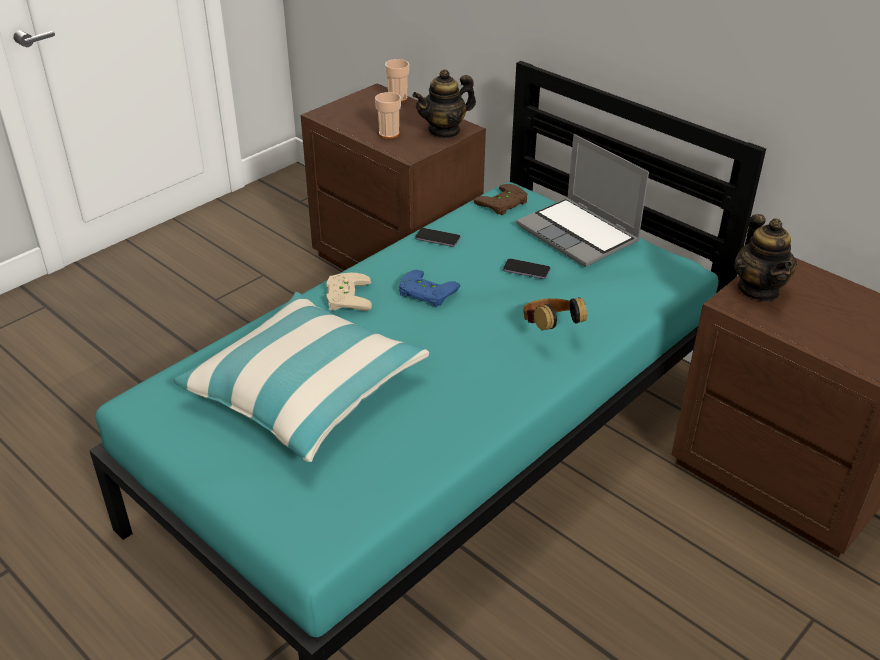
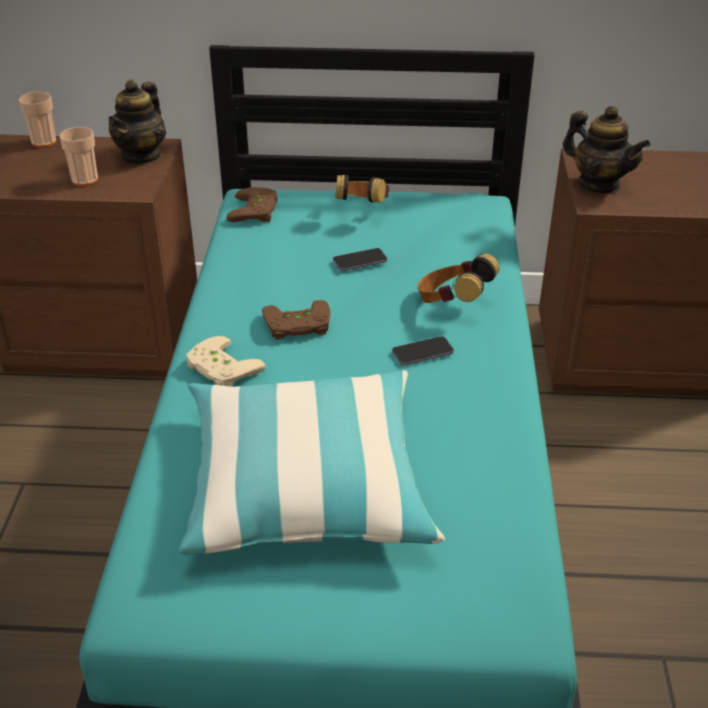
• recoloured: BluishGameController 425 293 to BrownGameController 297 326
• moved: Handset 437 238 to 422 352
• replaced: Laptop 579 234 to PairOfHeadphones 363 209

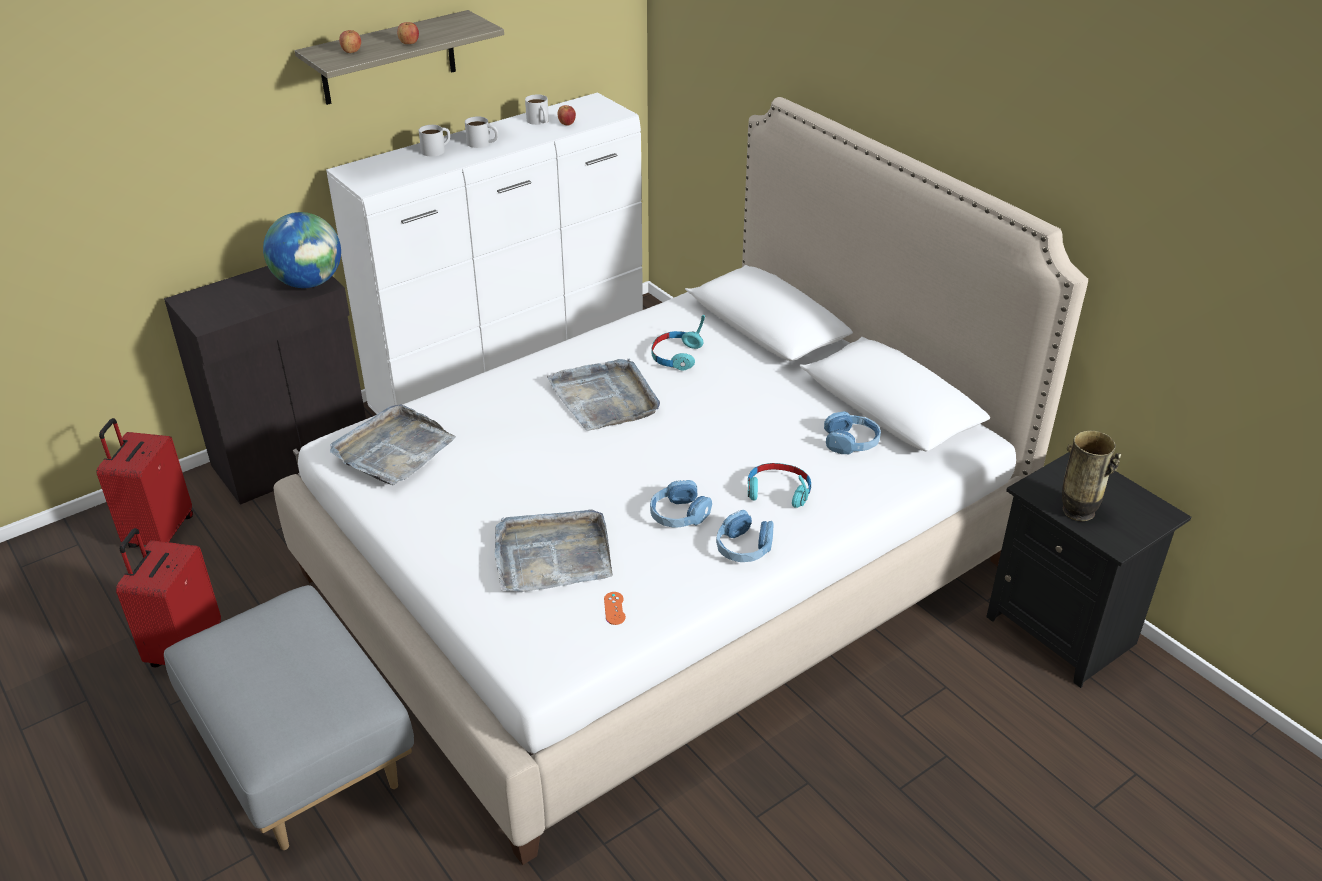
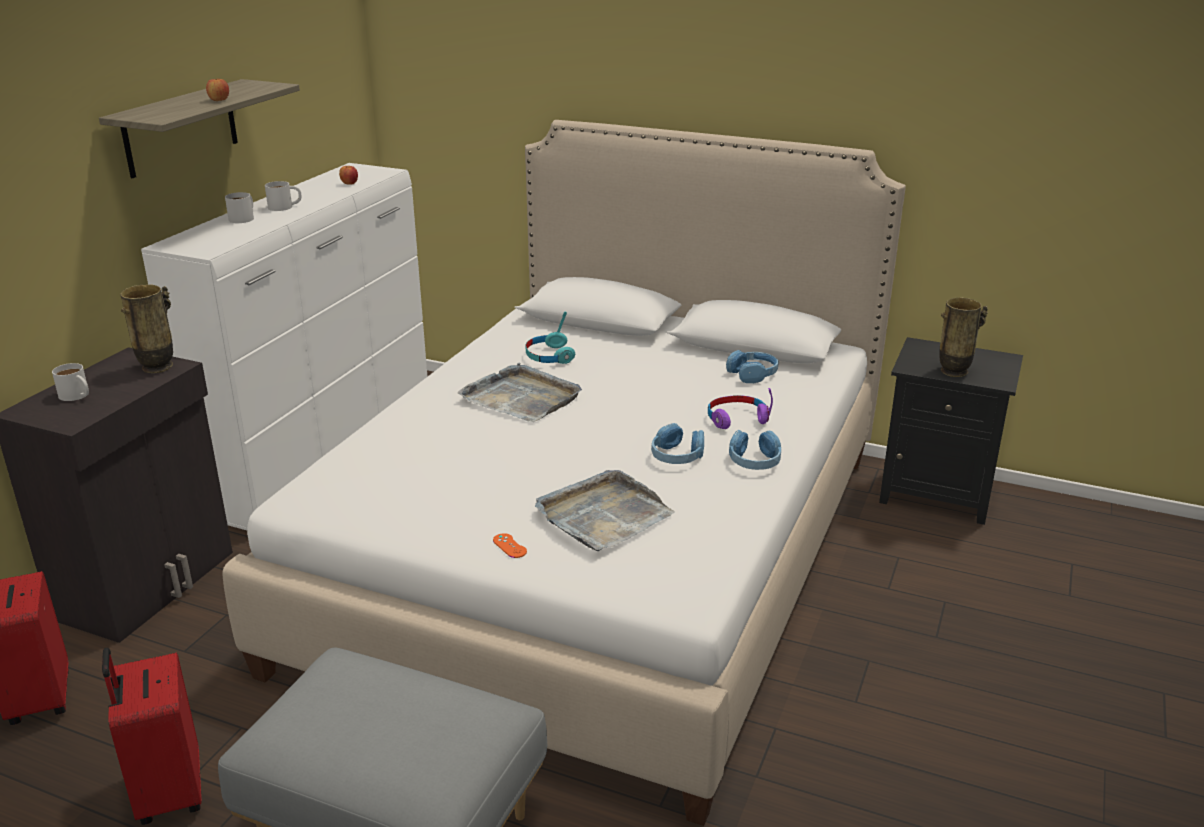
• replaced: Globe 309 283 to Vase 157 367
• removed: GreyCarryingTray 393 450
• removed: WholeApple 351 51
• moved: WhitishCoffeeMug 539 121 to 77 396
• moved: OrangeyGameController 614 608 to 509 546
• recoloured: TurquoisePairOfHeadphones 778 491 to PurplishPairOfHeadphones 736 419

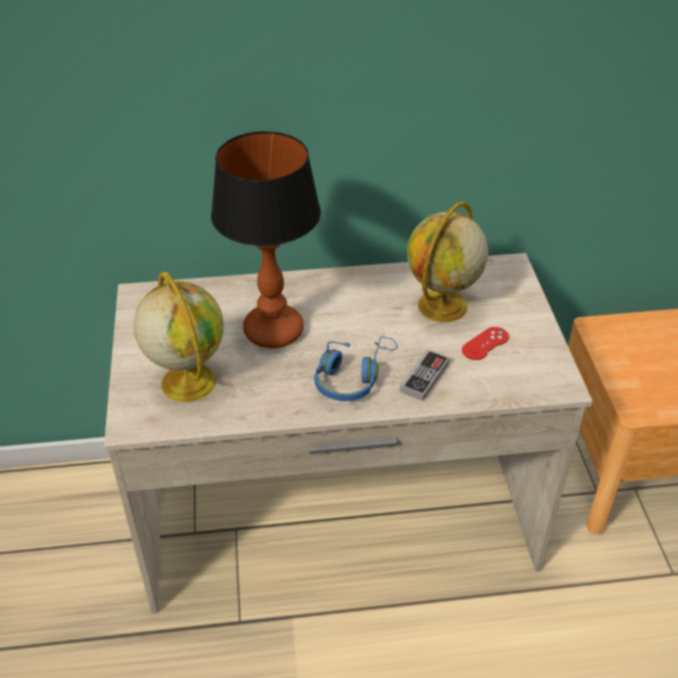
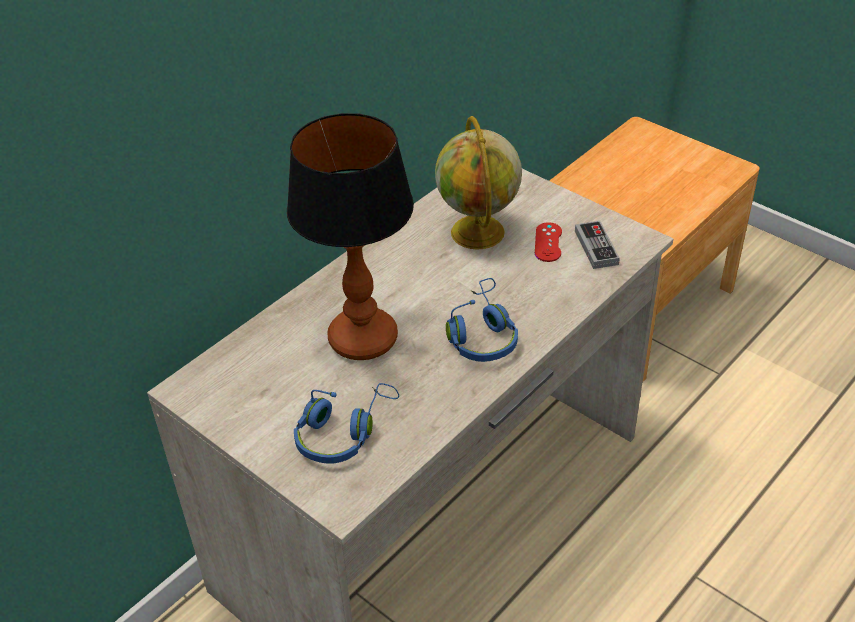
• replaced: Globe 187 381 to BluishPairOfHeadphones 343 432
• moved: GameController 424 377 to 596 247

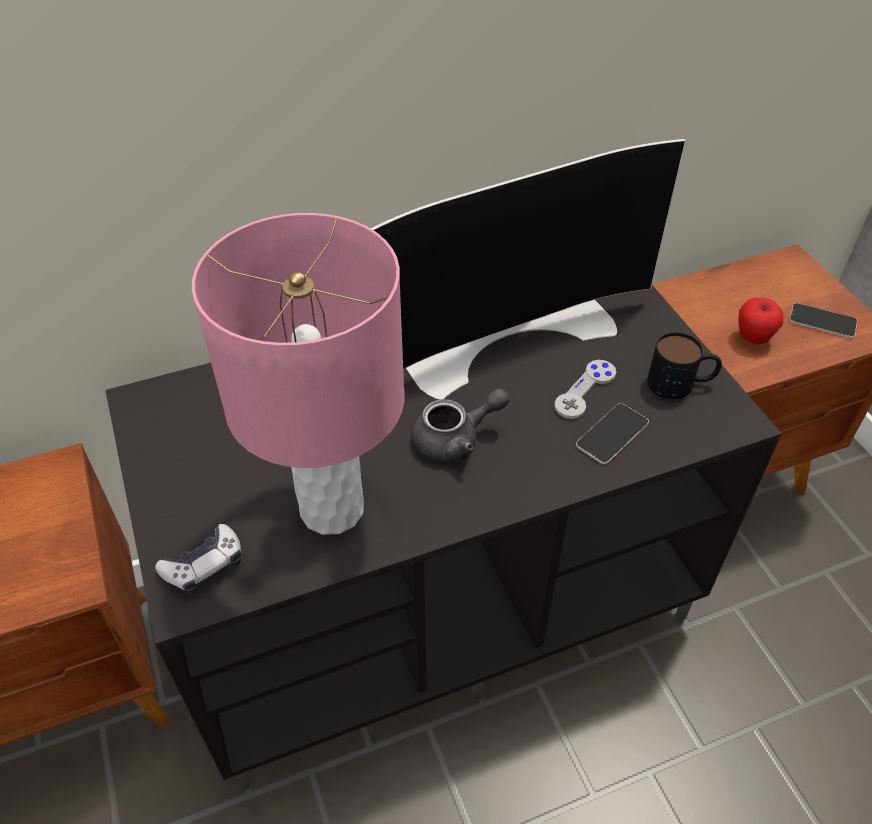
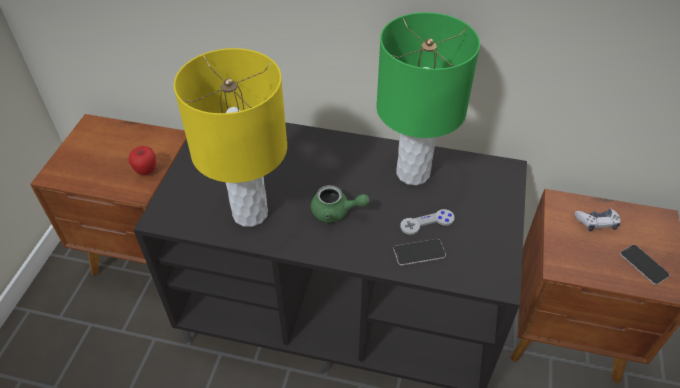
• moved: GameController 204 565 to 596 223
• recoloured: PinkLampForATable 332 508 to YellowColouredLampForATable 250 213
• replaced: Tv 507 334 to GreenColouredLampForATable 413 173
• recoloured: GreyTeapot 455 440 to GreenColouredTeapot 336 212
• removed: CoffeeMug 681 383
• moved: WholeApple 753 338 to 146 171

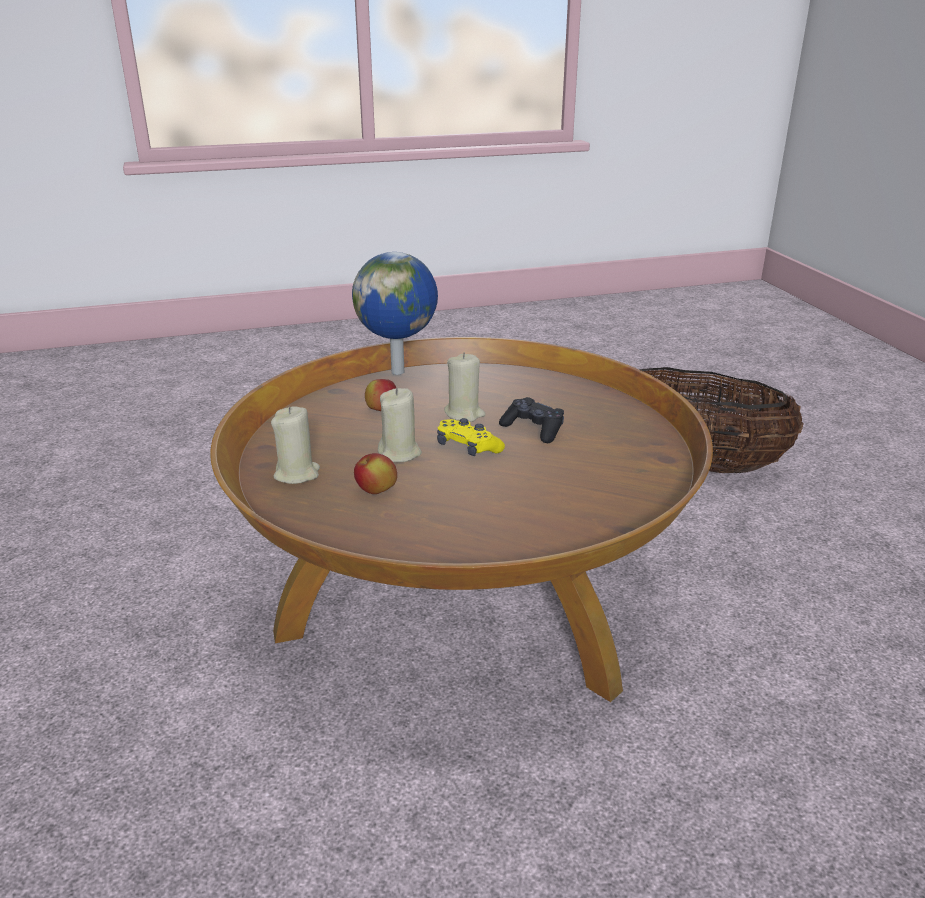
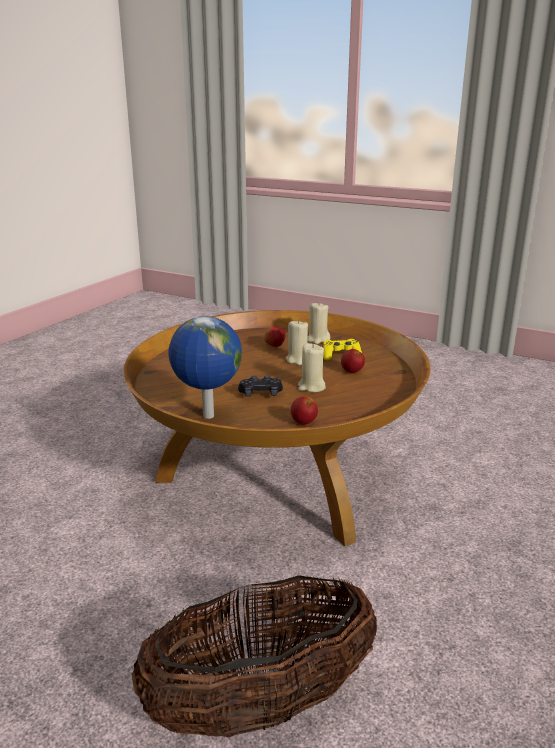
• moved: Globe 399 371 to 207 416
• moved: YellowColouredGameController 468 448 to 341 356
• added: WholeApple 303 422

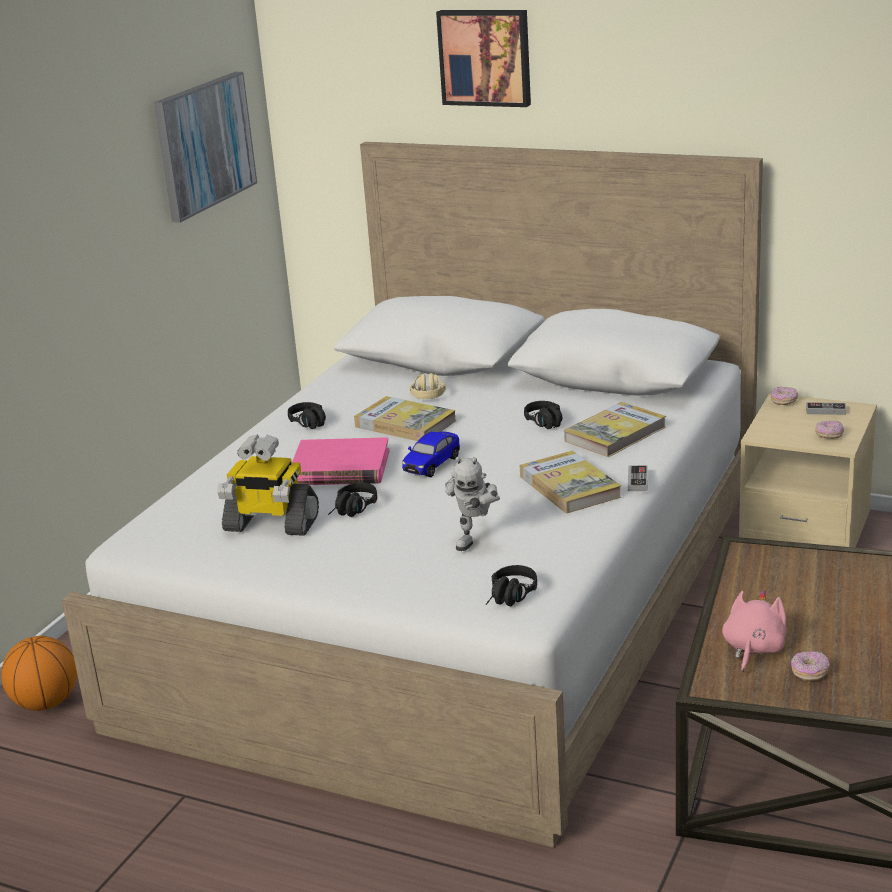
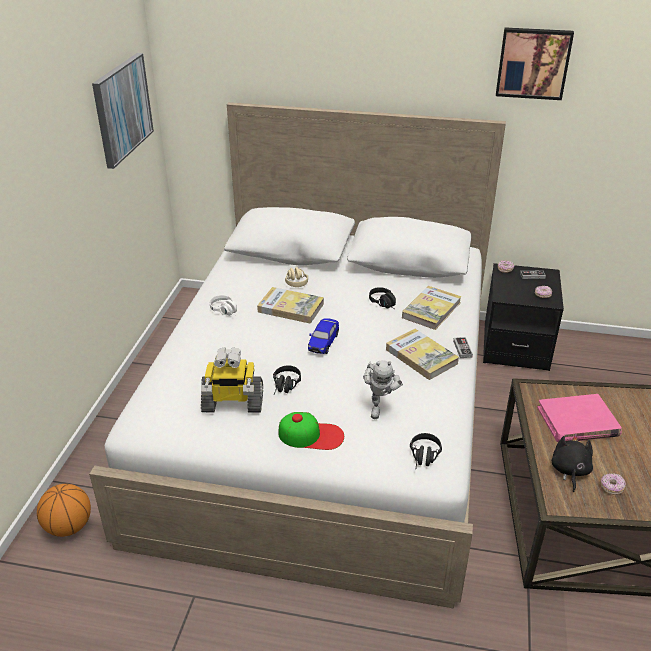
• recoloured: BlackishPairOfHeadphones 311 424 to WhitishPairOfHeadphones 226 311
• moved: PinkBook 340 468 to 577 422
• moved: WallPicture 485 57 to 533 63
• recoloured: PinkCuddlyToy 753 649 to BlackishCuddlyToy 569 471
• recoloured: BeigeNightTable 805 532 to BlackishNightTable 515 346
• added: BaseballCap 311 435

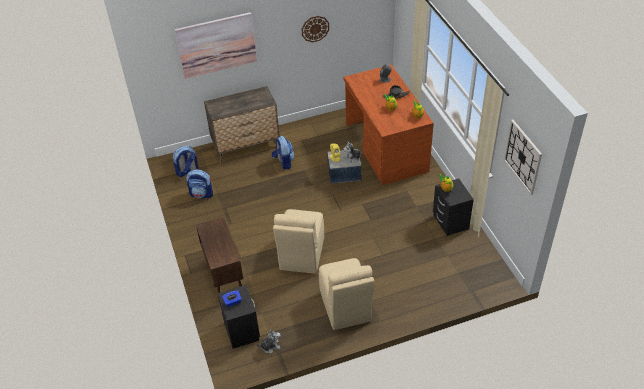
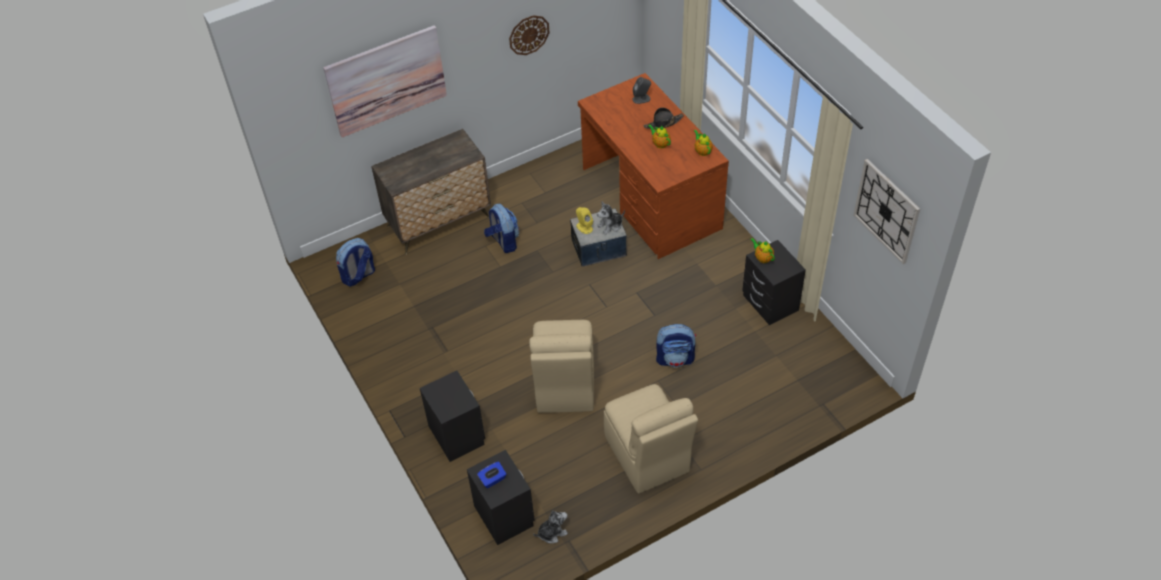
• moved: Backpack 202 194 to 675 358
• replaced: BrownStorageCabinet 224 276 to BlackishNightTable 456 435

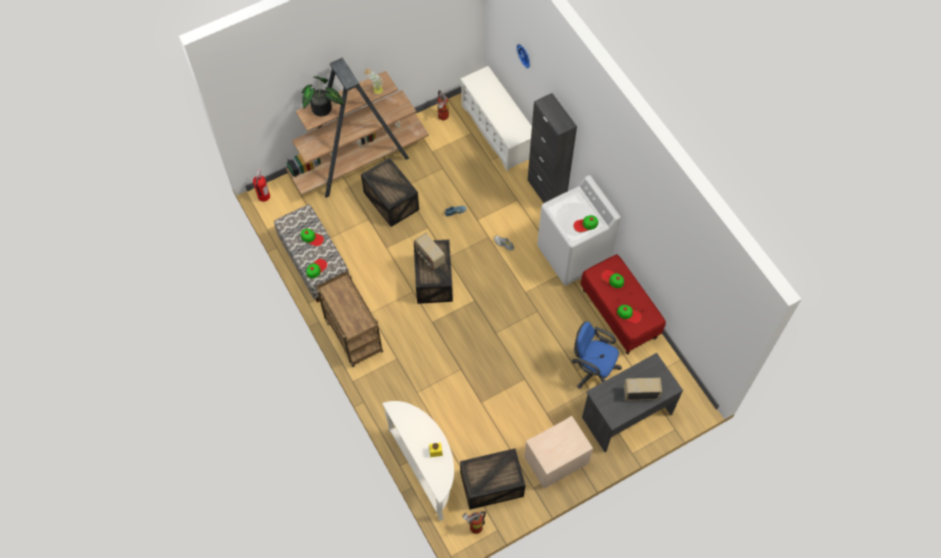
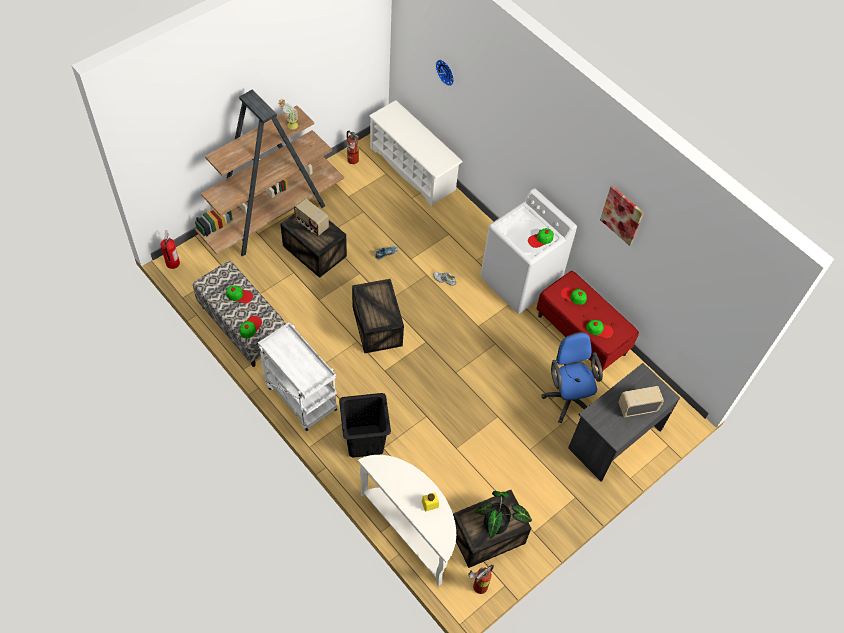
• moved: PlantInAPot 323 110 to 498 525
• recoloured: BrownCart 352 335 to WhitishCart 299 397
• moved: Radio 429 257 to 311 225
• removed: BeigeNightTable 555 460
• removed: BlackishStorageCabinet 546 192
• turned: BluishComputerChair 592 370 = 567 397 60 degrees clockwise
• added: BlackishHamper 365 441
• added: WallPicture 622 215

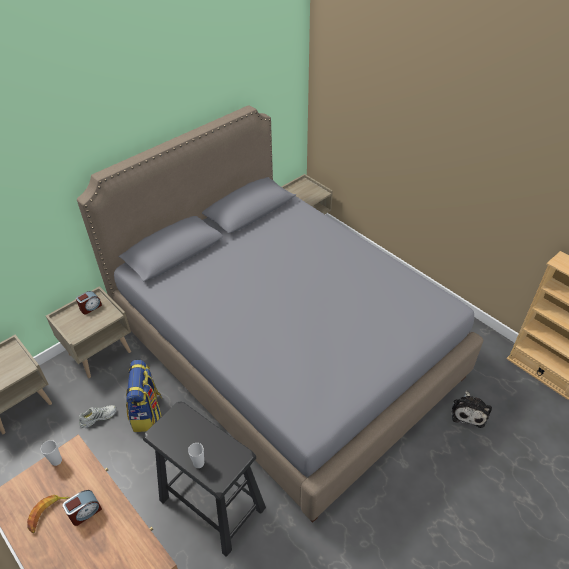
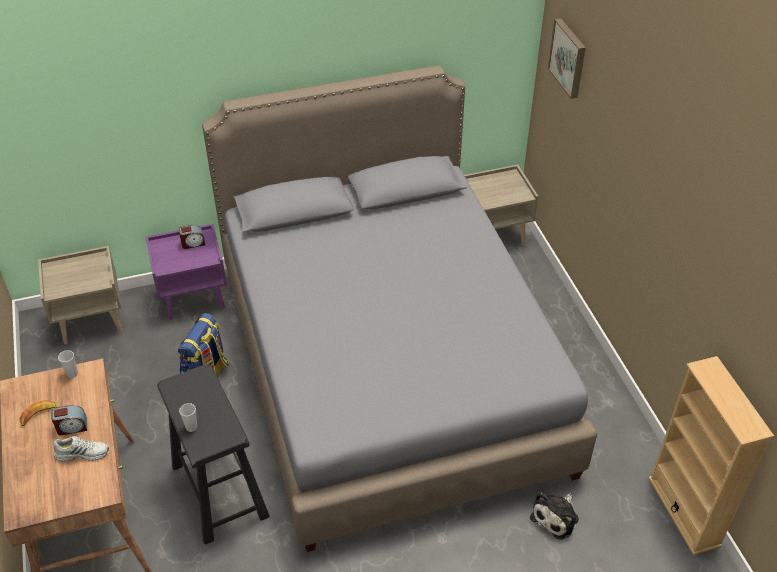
• recoloured: BeigeNightTable 100 352 to PurplishNightTable 194 297
• moved: WhitishItemOfFootwear 98 417 to 82 453
• added: WallPicture 569 58

